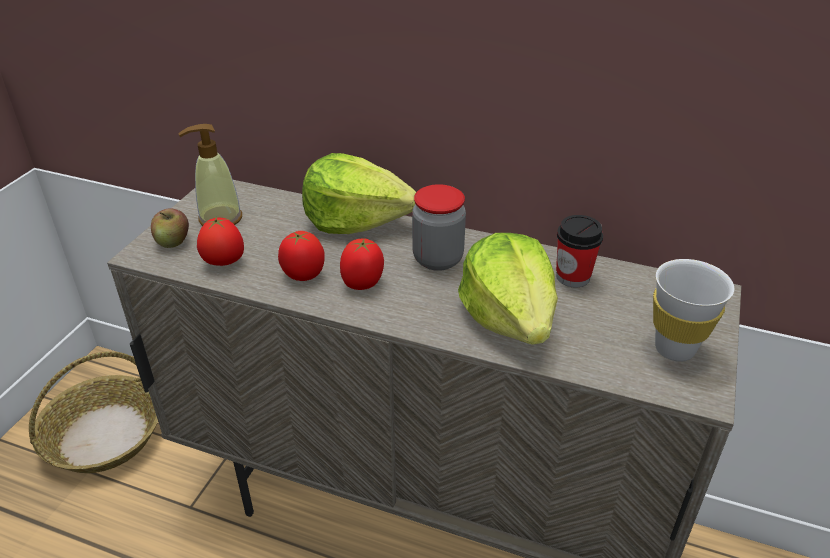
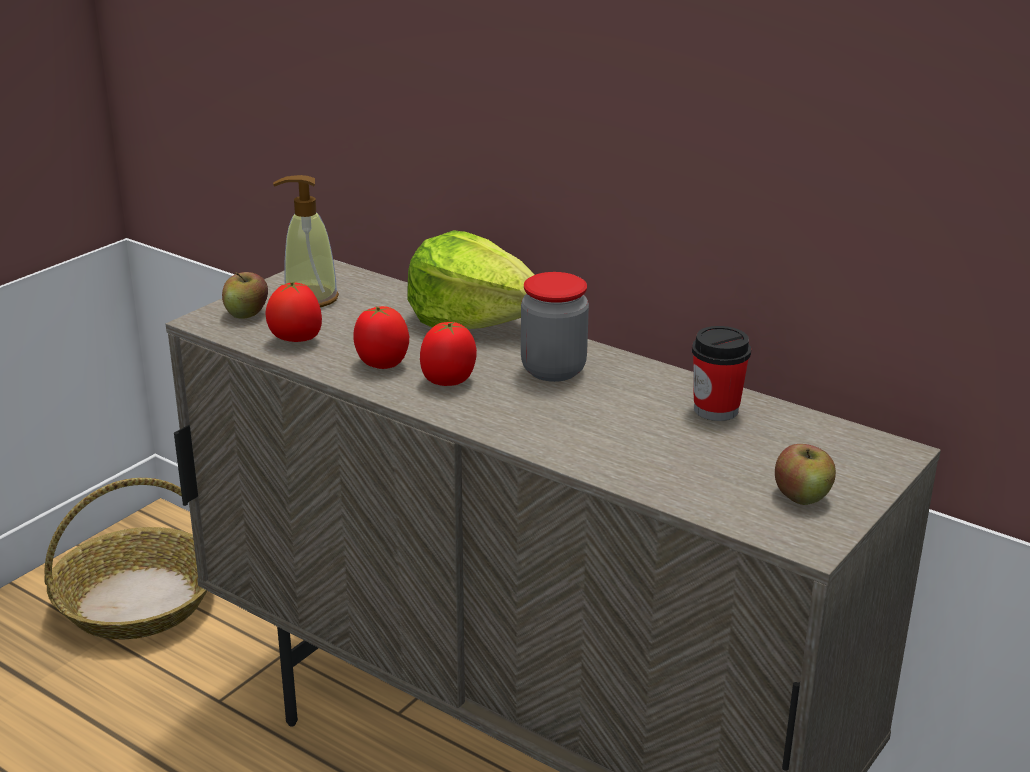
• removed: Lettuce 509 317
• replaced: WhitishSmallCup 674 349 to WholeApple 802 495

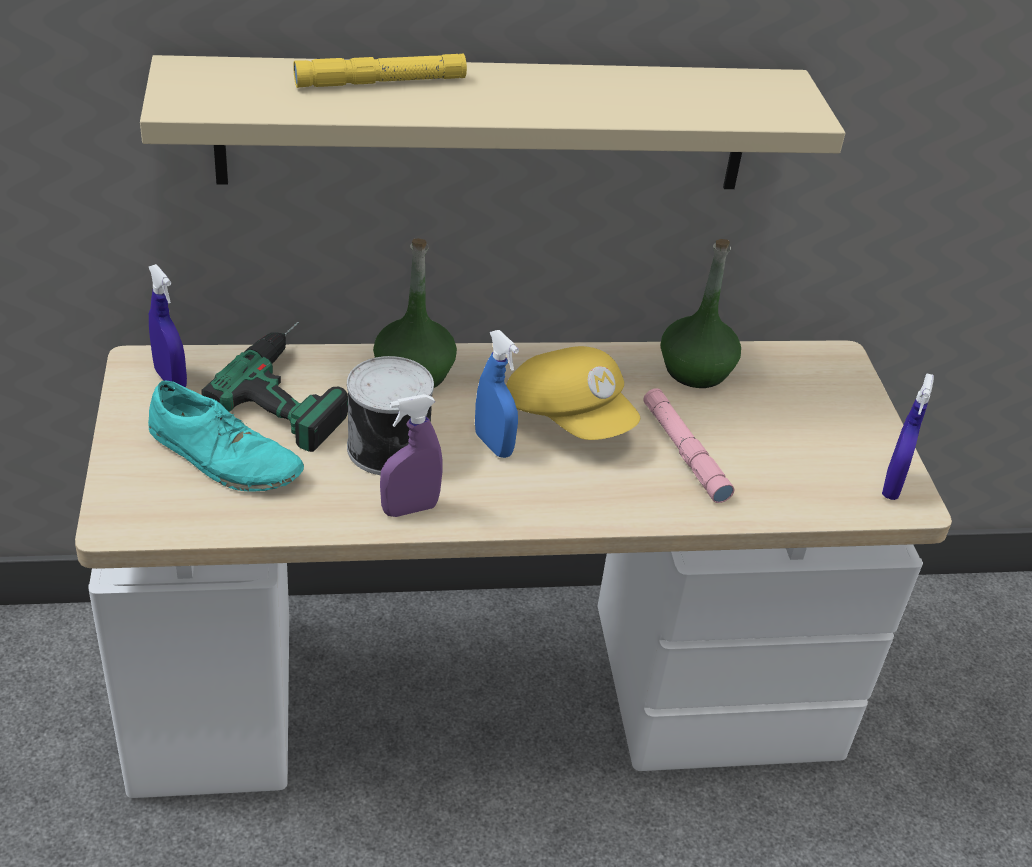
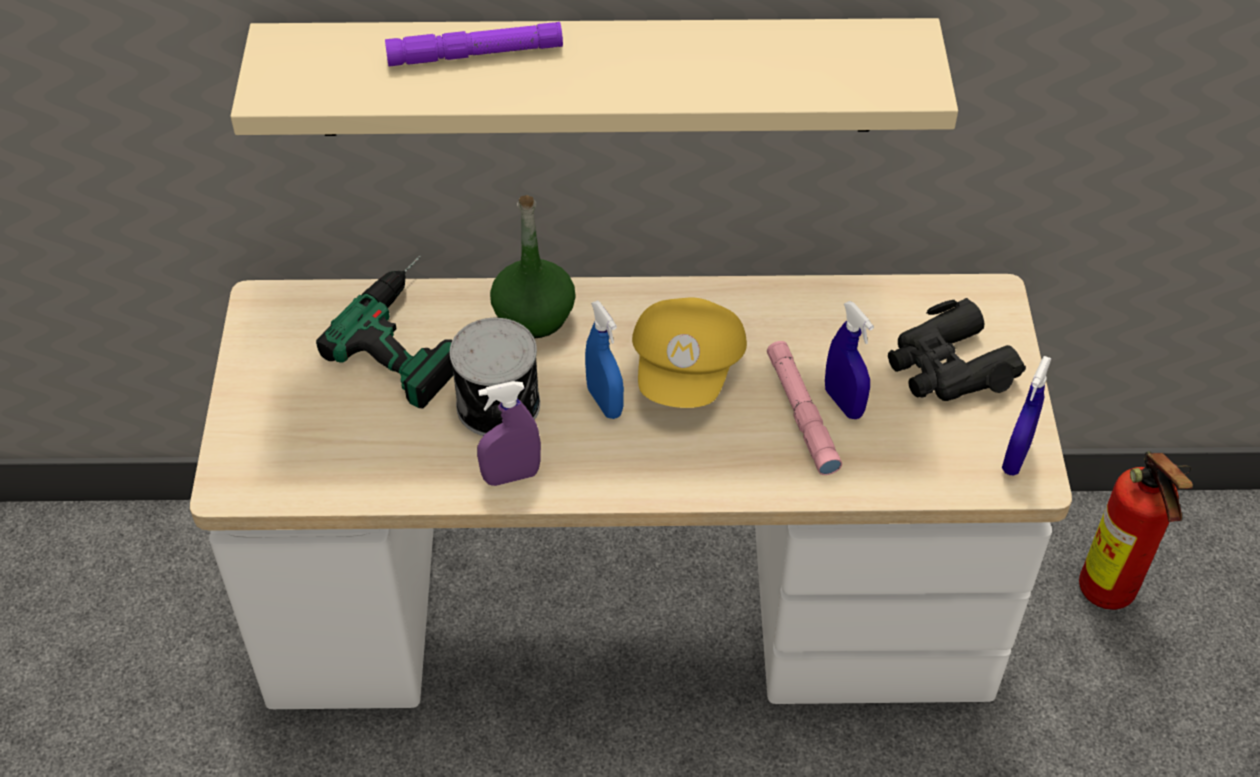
• removed: TurquoiseItemOfFootwear 224 457
• moved: BluishSprayBottle 170 379 to 843 403
• recoloured: YellowColouredFlashlight 380 82 to PurplishFlashlight 475 54
• turned: YellowColouredBaseballCap 570 418 = 688 371 45 degrees clockwise
• removed: GreenColouredBottle 695 370
• added: BlackishBinoculars 948 367
• added: Extinguisher 1109 596

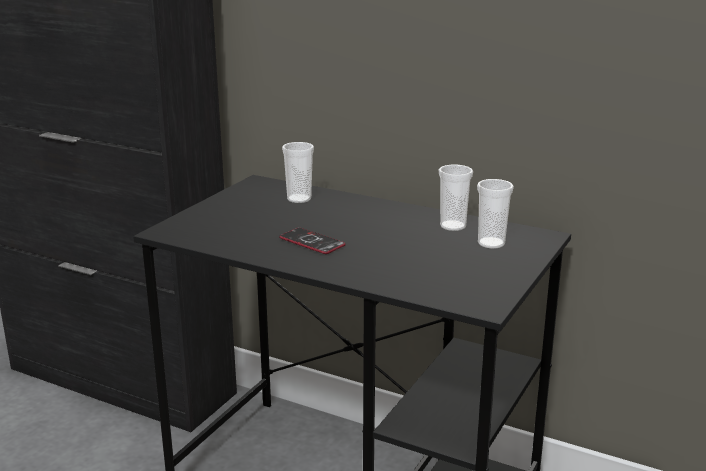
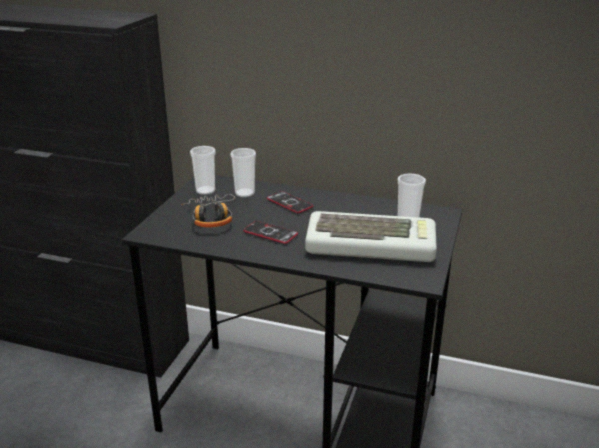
• moved: SmallCup 453 226 to 205 191
• added: PairOfHeadphones 211 217
• added: Handset 289 203
• added: ComputerKeyboard 371 245

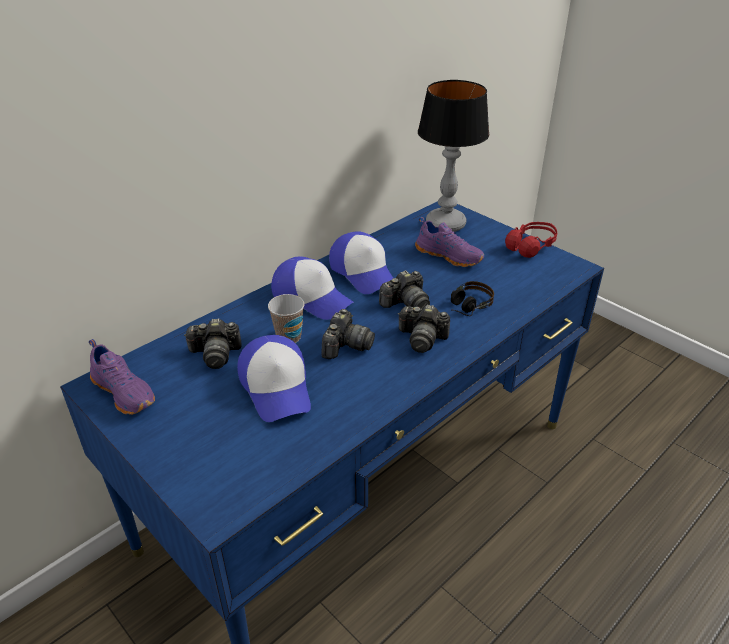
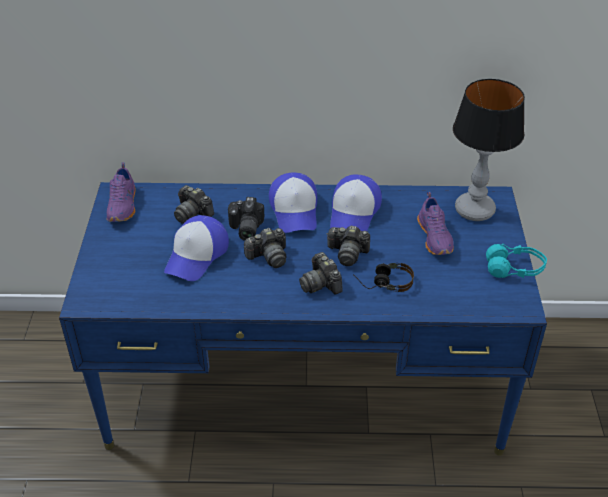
• replaced: SmallCup 289 337 to PhotoCamera 244 229
• recoloured: RedPairOfHeadphones 531 246 to TurquoisePairOfHeadphones 514 269

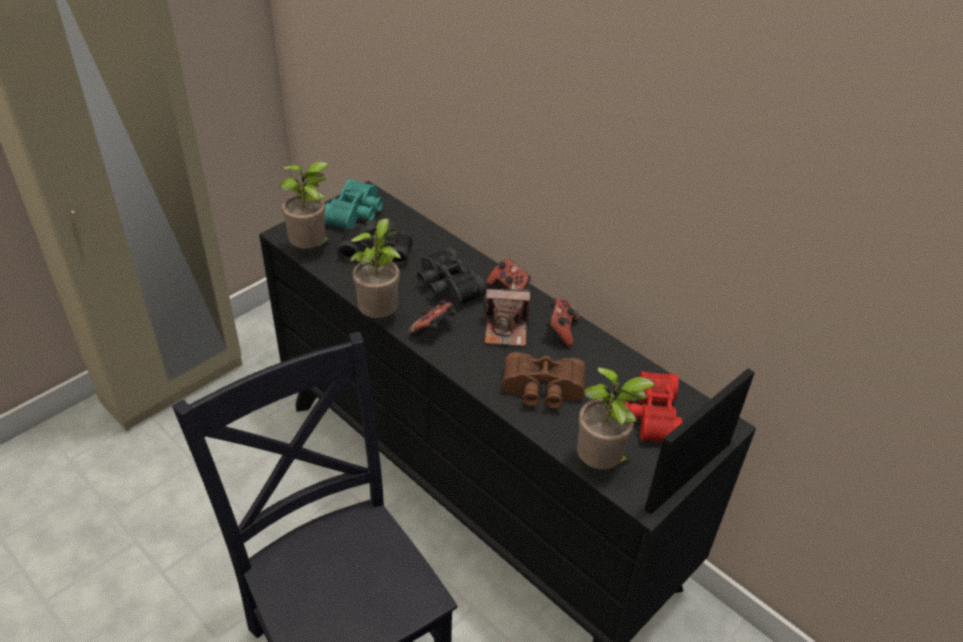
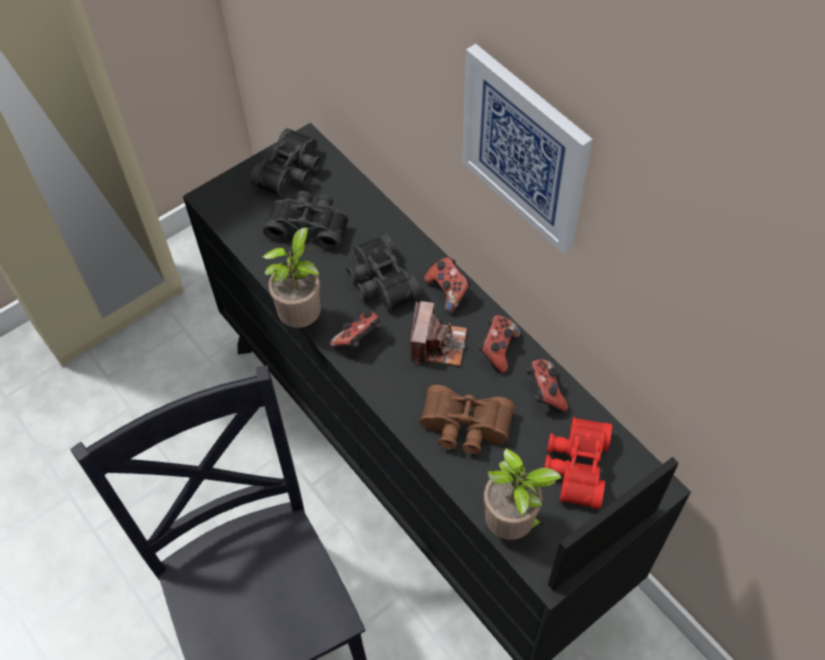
• removed: PlantInAPot 311 249
• recoloured: TurquoiseBinoculars 357 214 to BlackishBinoculars 292 172
• turned: PhotoCamera 506 330 = 437 344 90 degrees counterclockwise
• added: WallPicture 525 149
• added: GameController 544 393

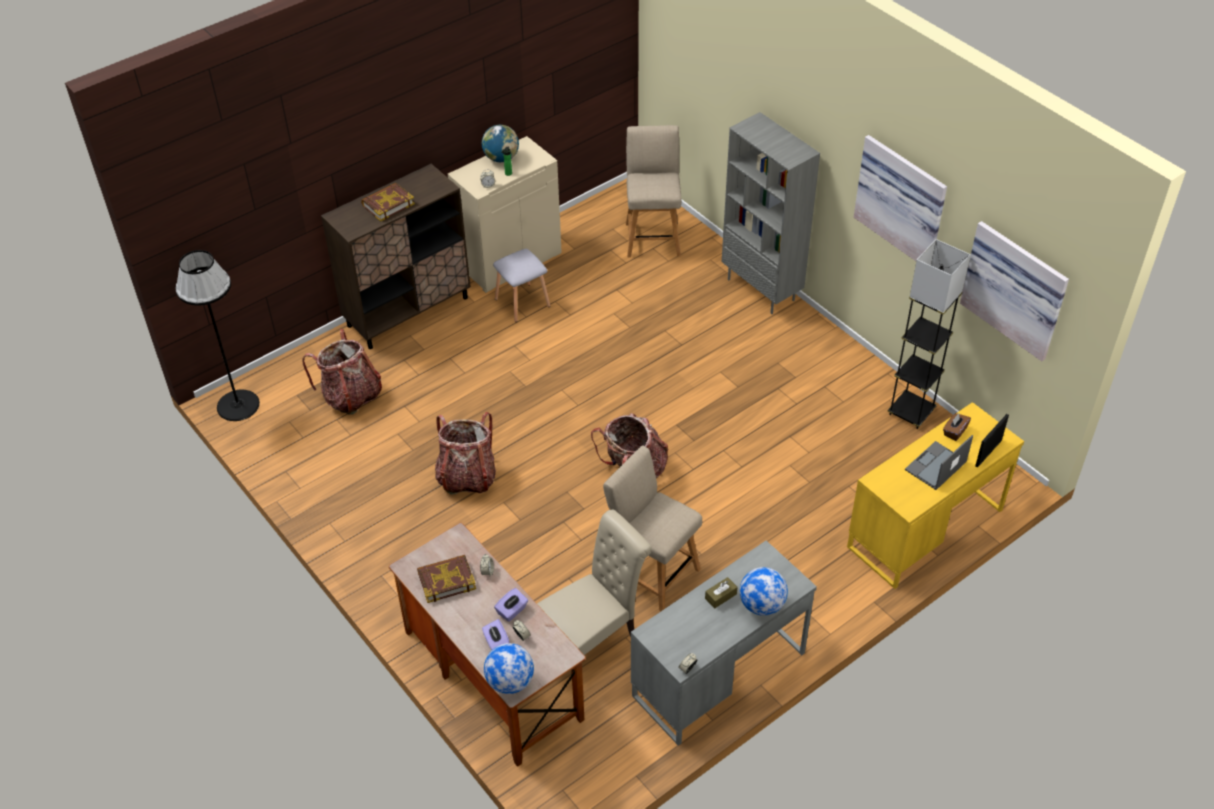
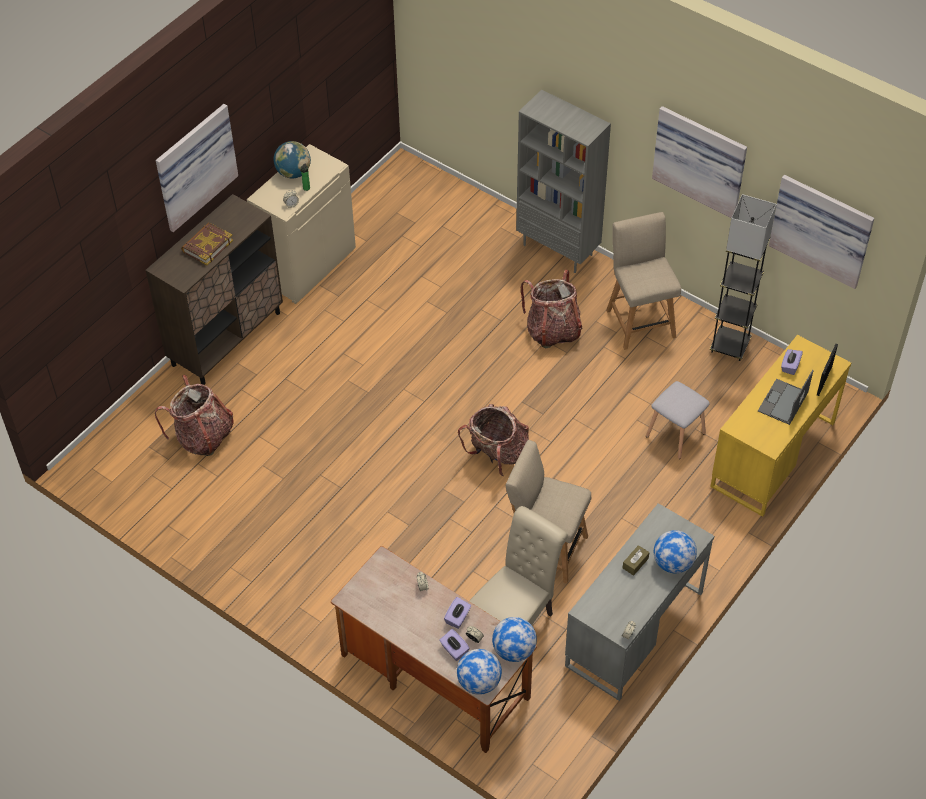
• removed: BlackishFloorLamp 237 405
• removed: Book 446 580
• moved: Backpack 467 477 to 553 331
• moved: GreyStoolSeat 523 302 to 675 434
• moved: BeigeChair 652 237 to 639 320
• recoloured: BrownBoxOfTissues 954 432 to PurplishBoxOfTissues 790 366
• added: WallPicture 194 165
• added: Globe 514 650

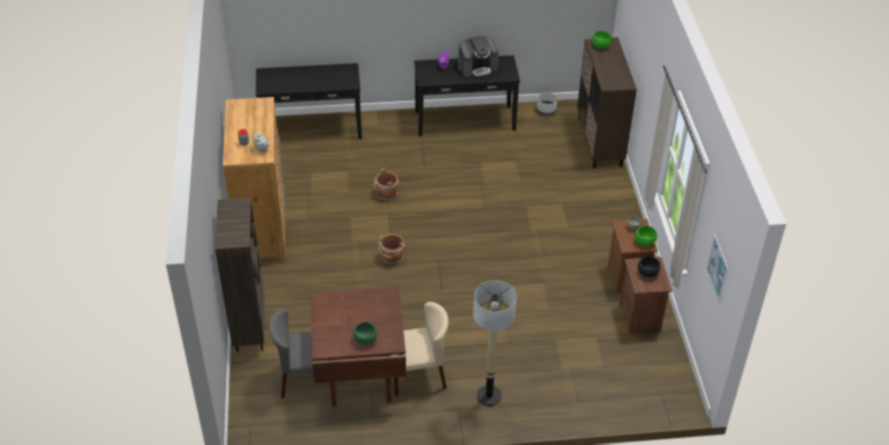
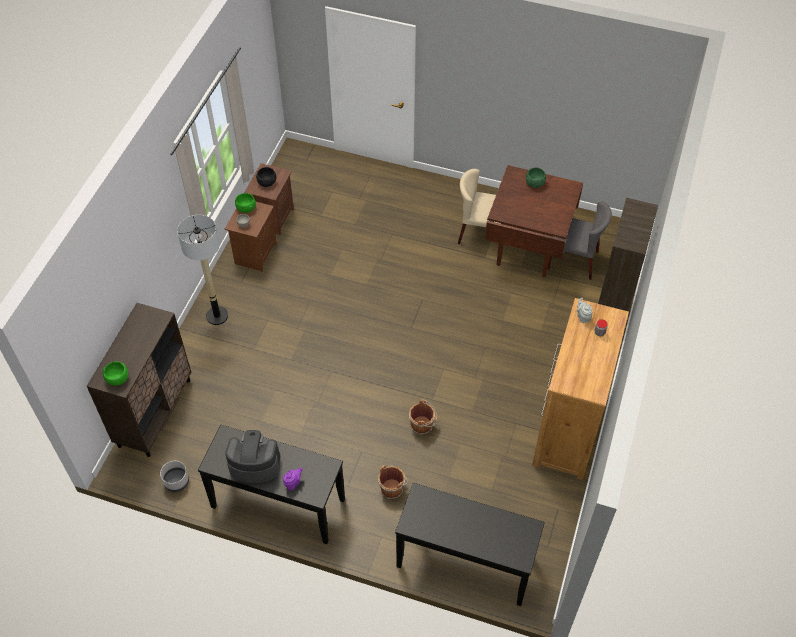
• moved: BrownBucket 392 258 to 392 488
• moved: FloorLamp 489 396 to 217 316
• removed: WallPicture 717 268

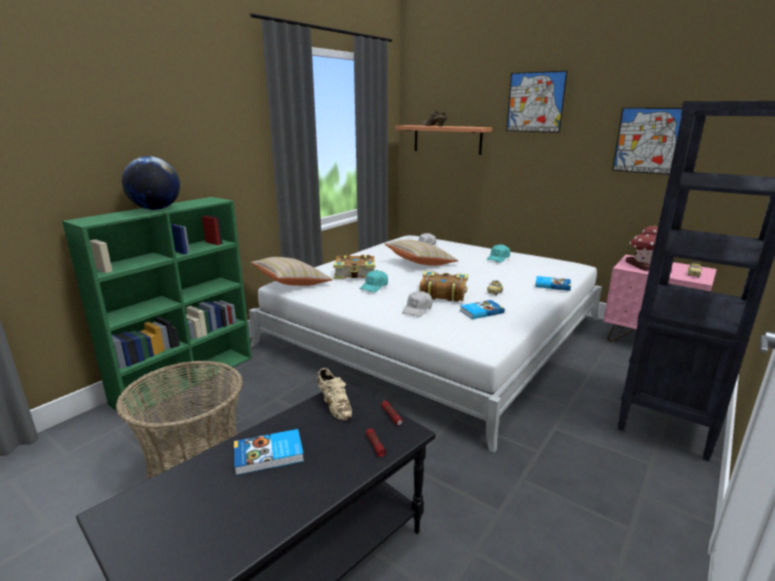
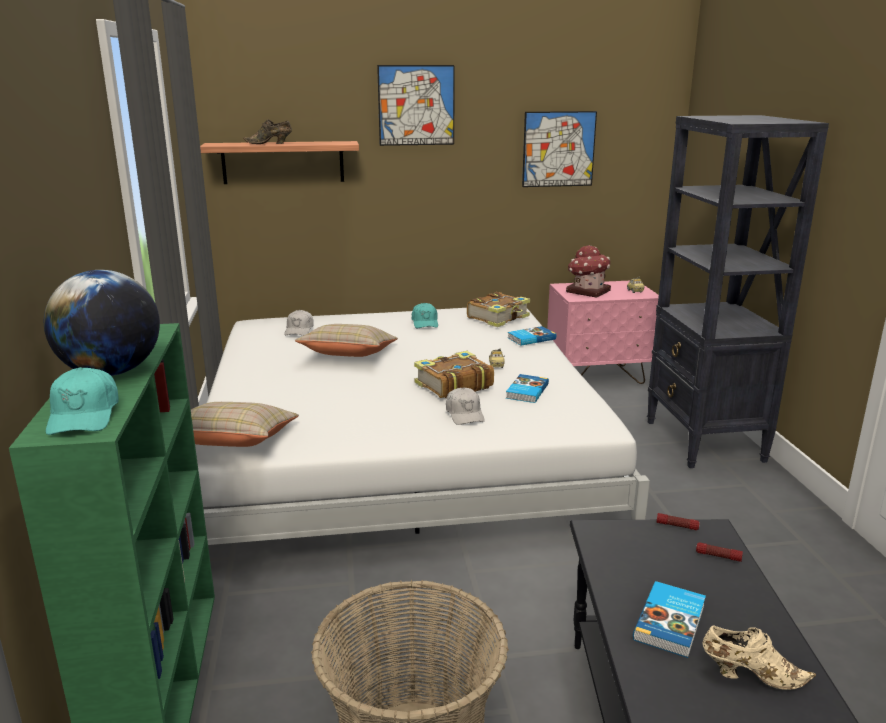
• moved: BeigeItemOfFootwear 335 405 to 750 675
• moved: Book 355 274 to 499 318
• moved: TurquoiseBaseballCap 374 286 to 84 415

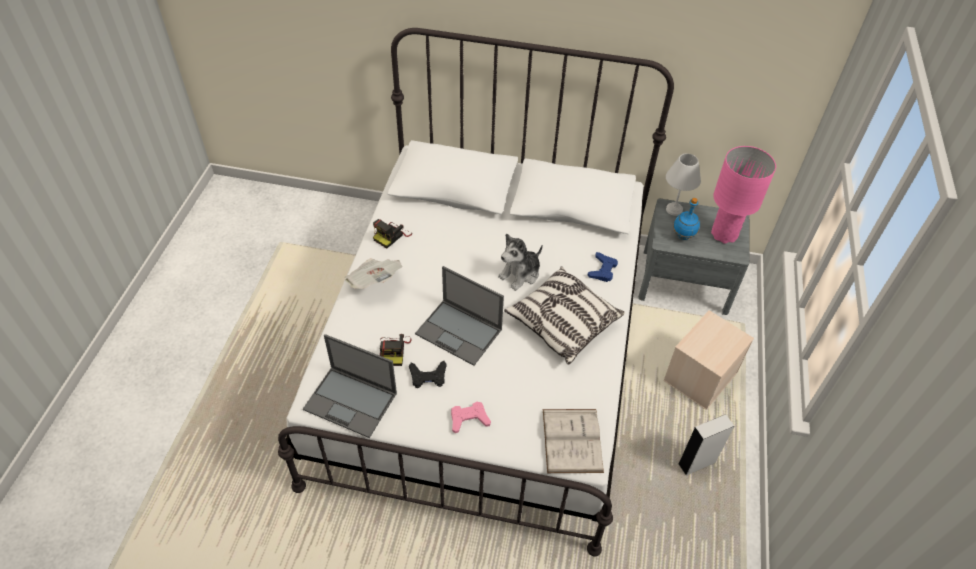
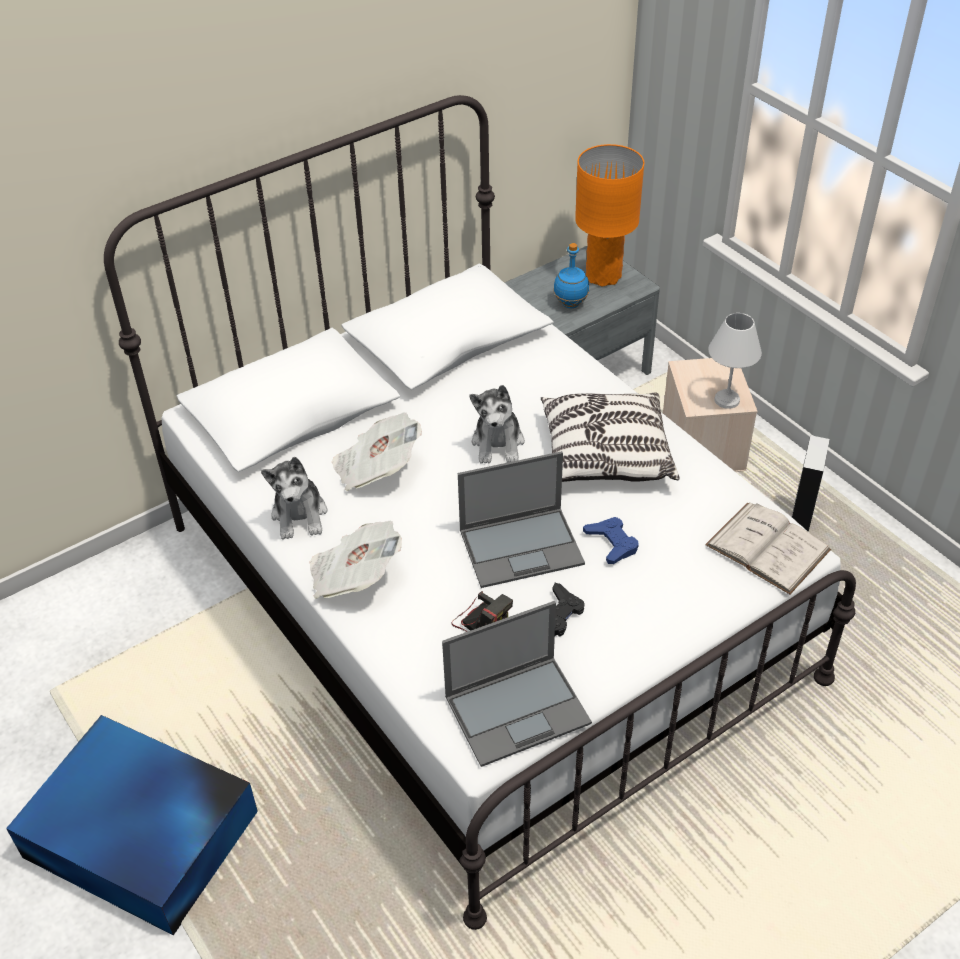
• replaced: PhotoCamera 392 235 to CuddlyToy 300 515
• removed: PinkGameController 469 419
• moved: BluishGameController 602 270 to 612 543
• moved: WhitishLampForATable 674 209 to 726 399
• recoloured: PinkLampForATable 724 234 to OrangeyLampForATable 603 276
• added: BluishStorageContainer 143 837
• added: Newspaper 376 469

